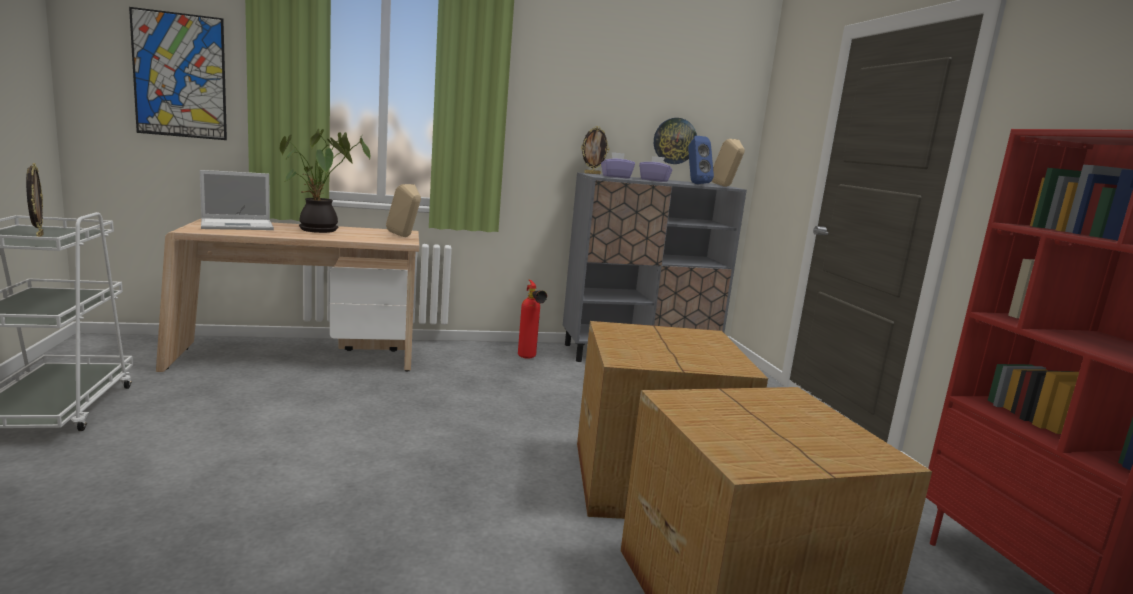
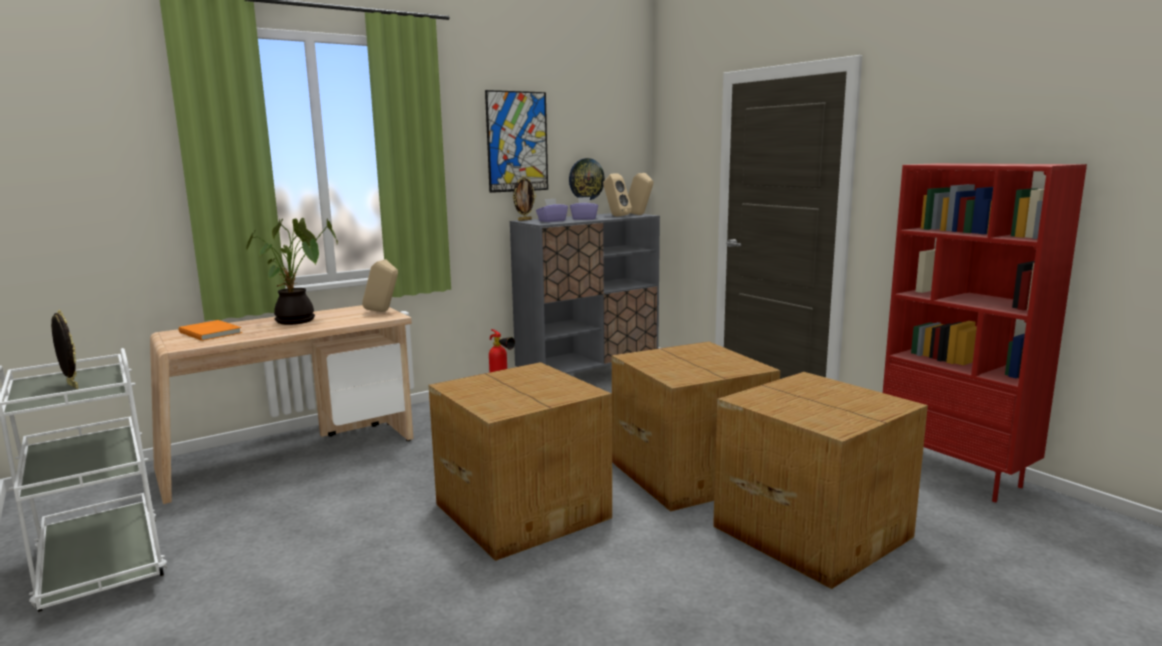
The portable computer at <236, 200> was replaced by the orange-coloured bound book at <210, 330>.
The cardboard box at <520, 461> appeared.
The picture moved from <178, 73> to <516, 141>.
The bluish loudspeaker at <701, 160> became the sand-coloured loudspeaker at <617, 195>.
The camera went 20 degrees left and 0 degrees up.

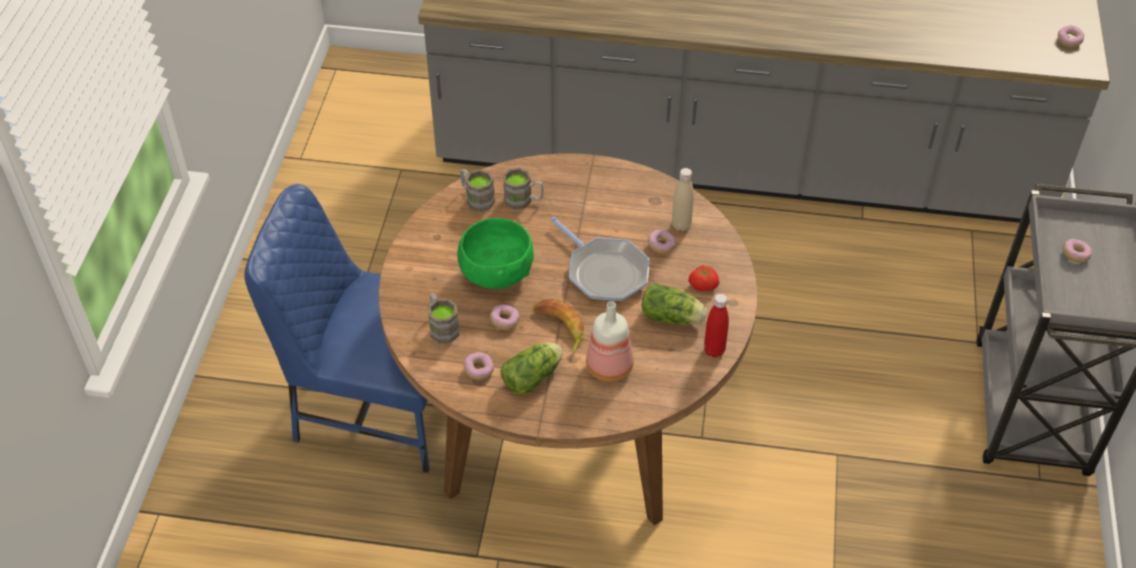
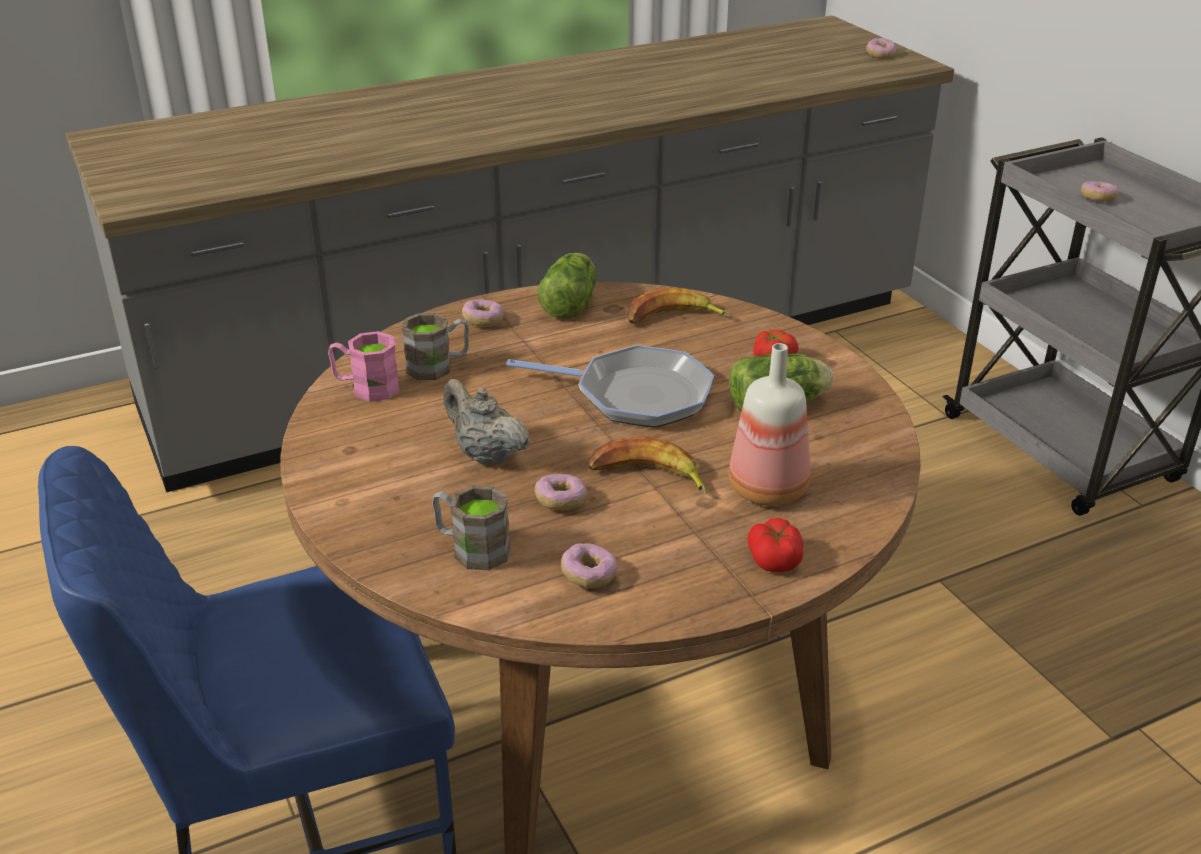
The brown tea mug at <477, 190> became the pinkish tea mug at <364, 366>.
The green-coloured serving bowl at <495, 253> was replaced by the sand-coloured teapot at <487, 422>.
The doughnut moved from <662, 242> to <483, 312>.
The lettuce head moved from <531, 368> to <566, 286>.
The sand-coloured bottle at <683, 199> was replaced by the banana fruit at <679, 306>.
The fresh tomato at <775, 545> appeared.
The red-coloured bottle at <716, 326> disappeared.
The camera went 35 degrees left and 15 degrees down.

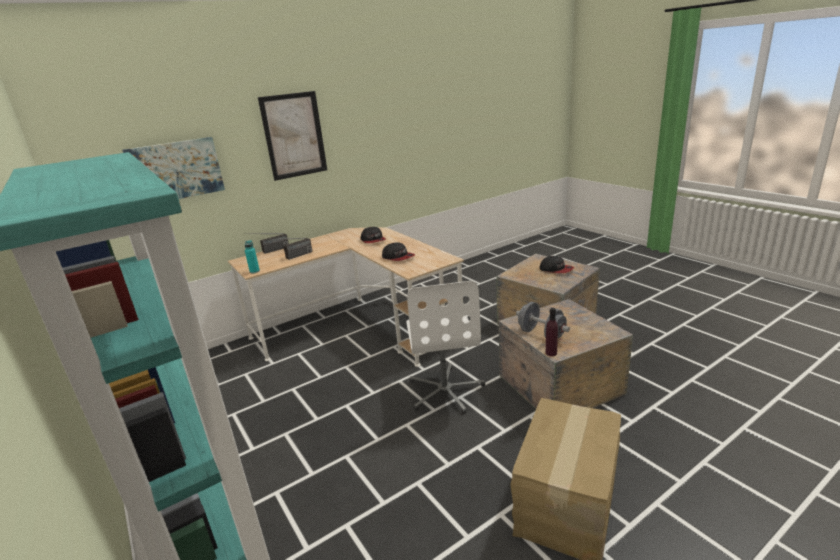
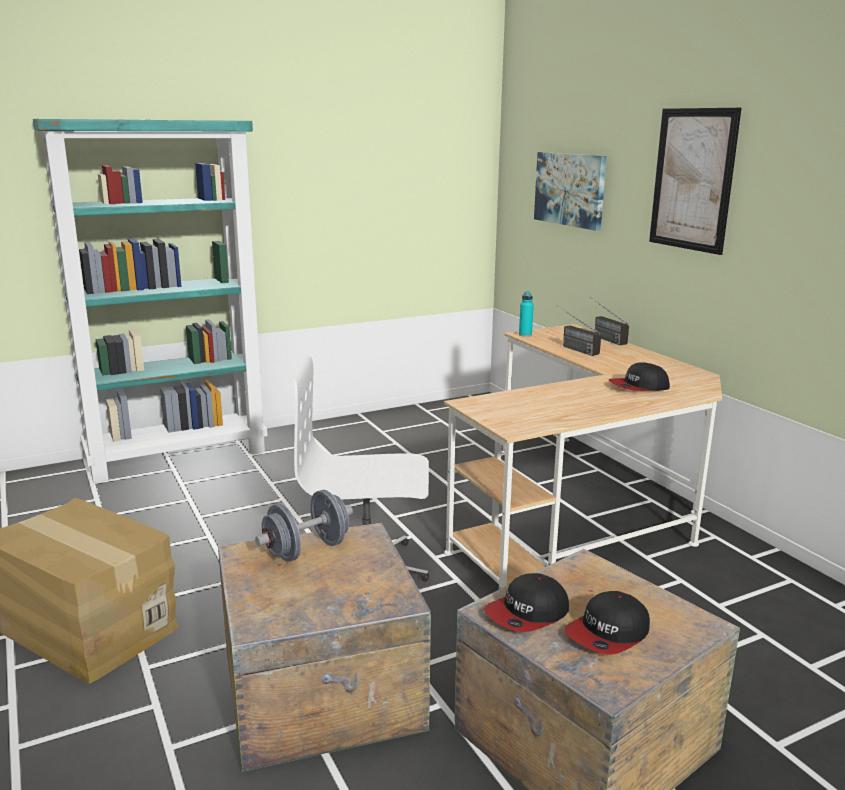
The peaked cap moved from <398, 251> to <526, 602>.
The purplish bottle at <552, 332> disappeared.
The camera went 95 degrees right and 5 degrees down.

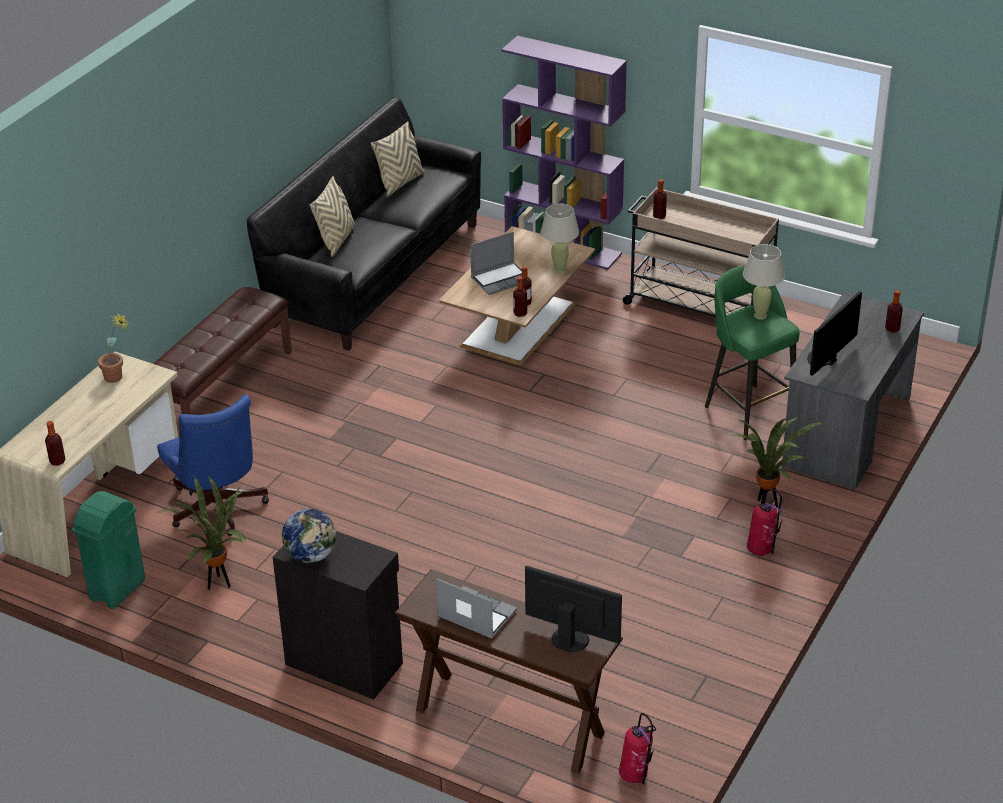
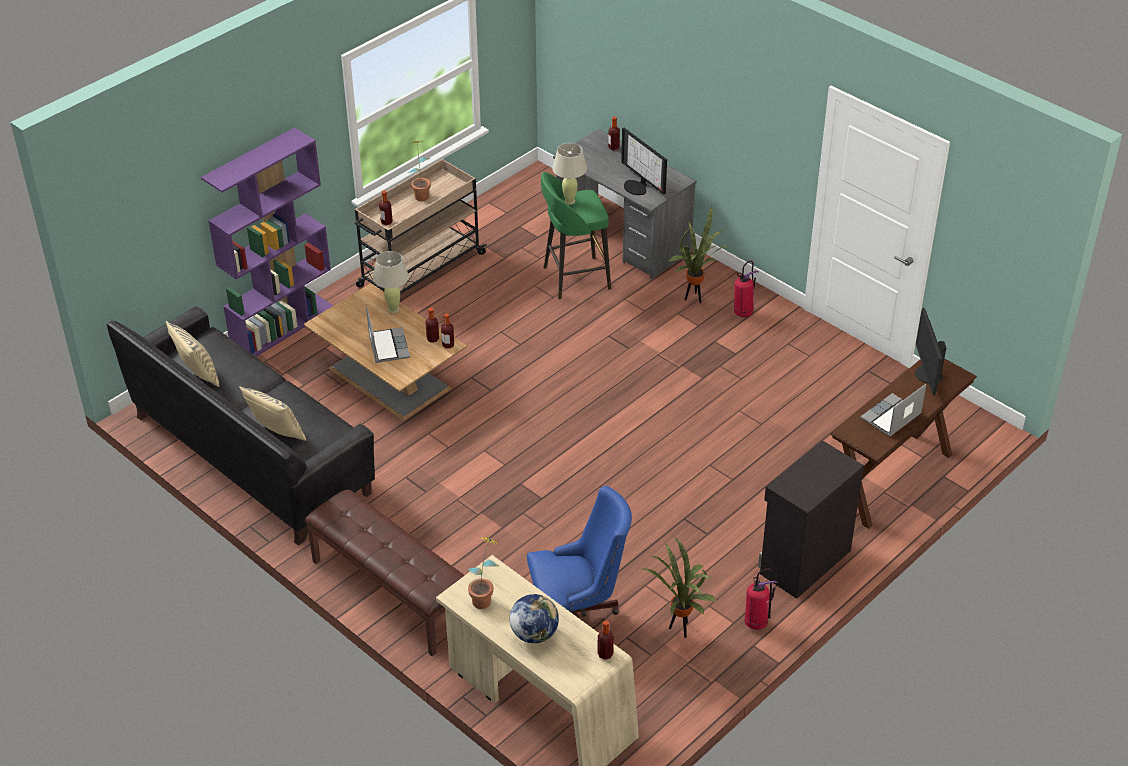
The plant in a pot at <419, 171> appeared.
The globe moved from <309, 536> to <534, 618>.
The extinguisher moved from <637, 748> to <761, 599>.
The computer screen at <573, 609> turned 45 degrees counterclockwise.
The green-coloured waste bin at <108, 550> disappeared.
The camera went 75 degrees left and 5 degrees up.

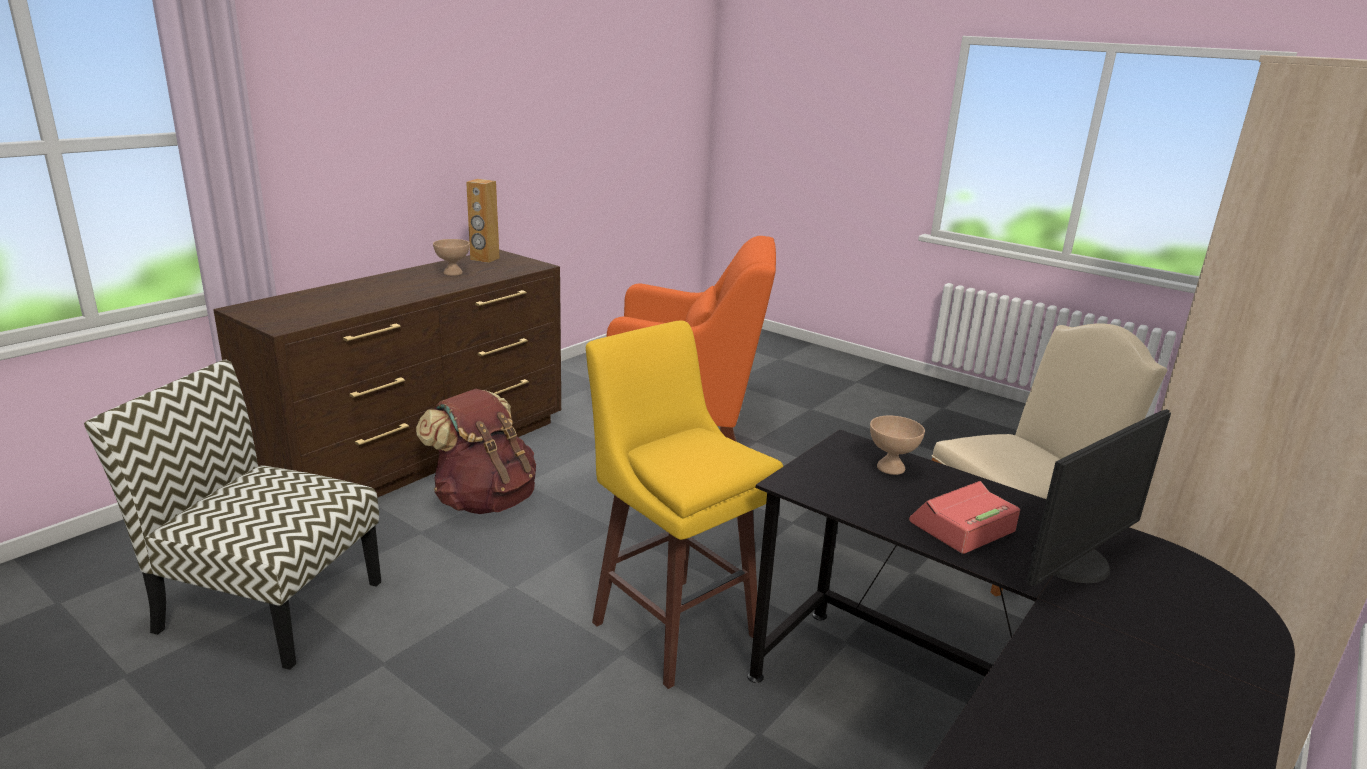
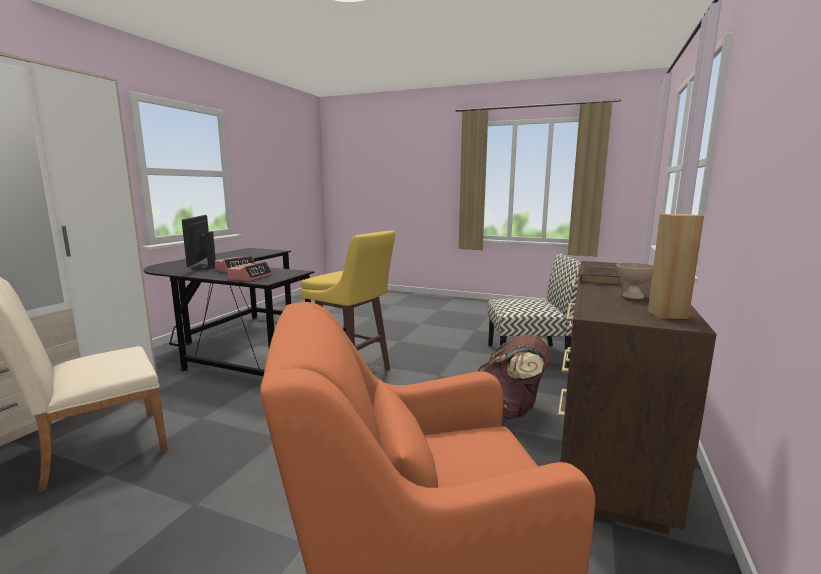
The computer screen at <1099, 497> turned 45 degrees counterclockwise.
The sand-coloured serving bowl at <897, 445> was replaced by the alarm clock at <250, 271>.
The brown bound book at <600, 276> appeared.
The camera went 165 degrees right and 10 degrees down.

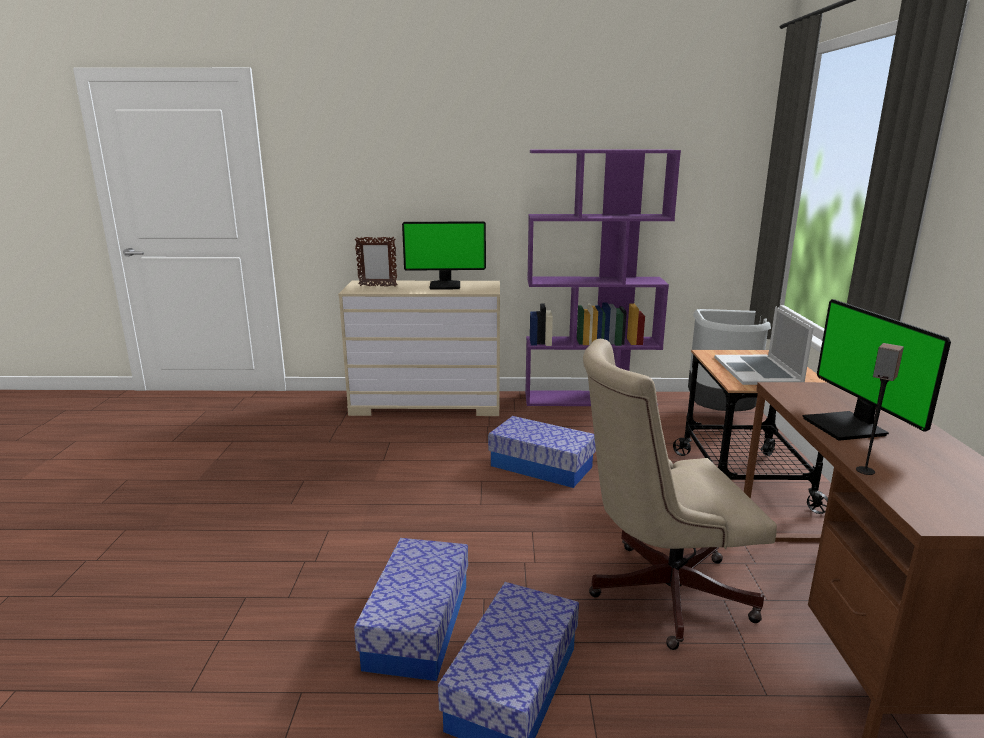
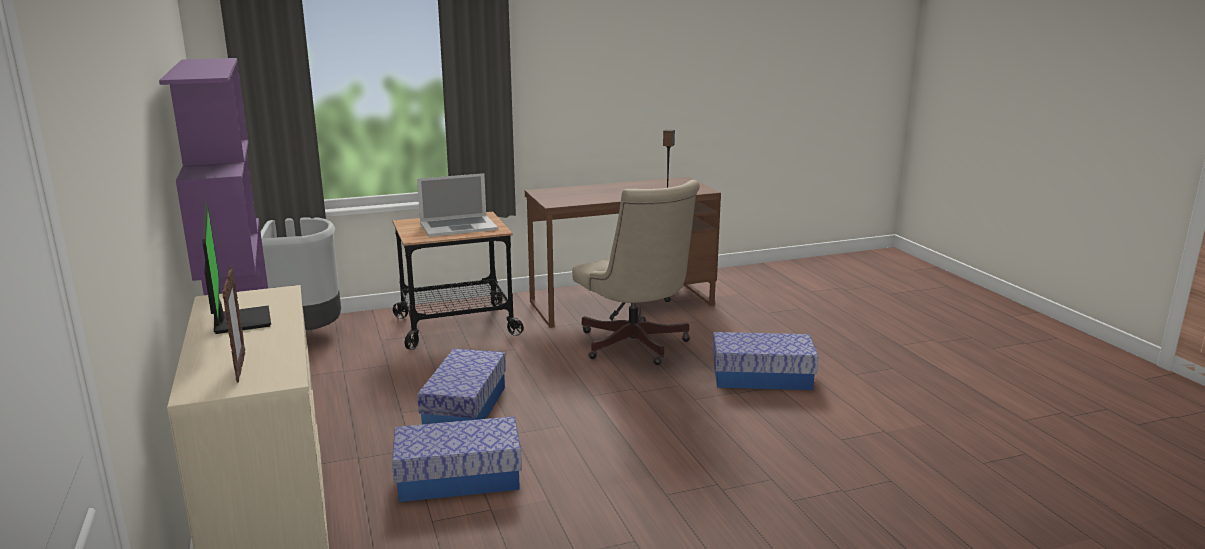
The storage bin moved from <411, 609> to <457, 459>.
The computer screen at <876, 370> disappeared.
The camera went 110 degrees left and 0 degrees up.

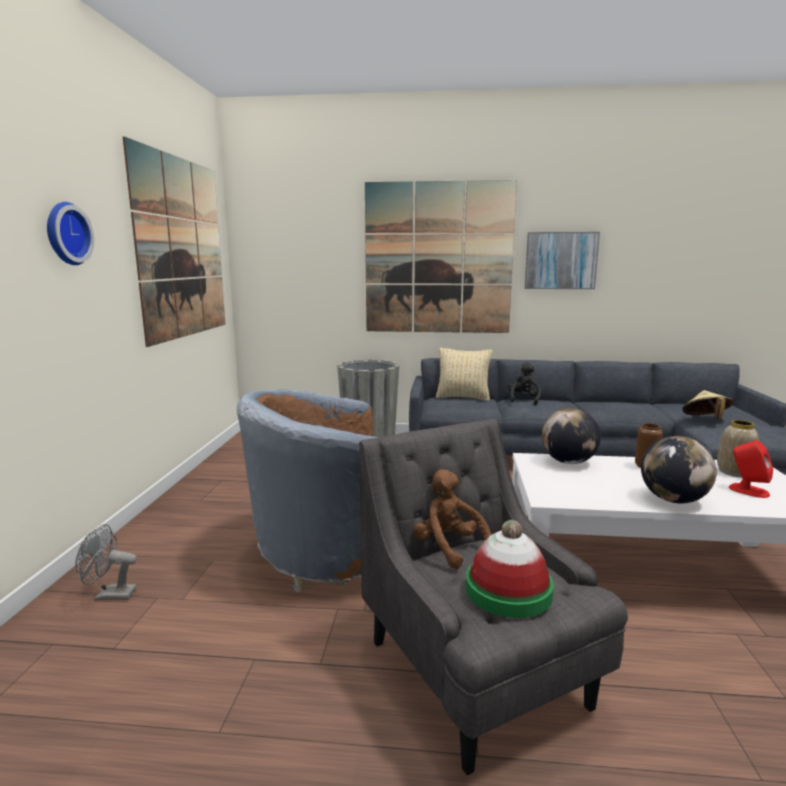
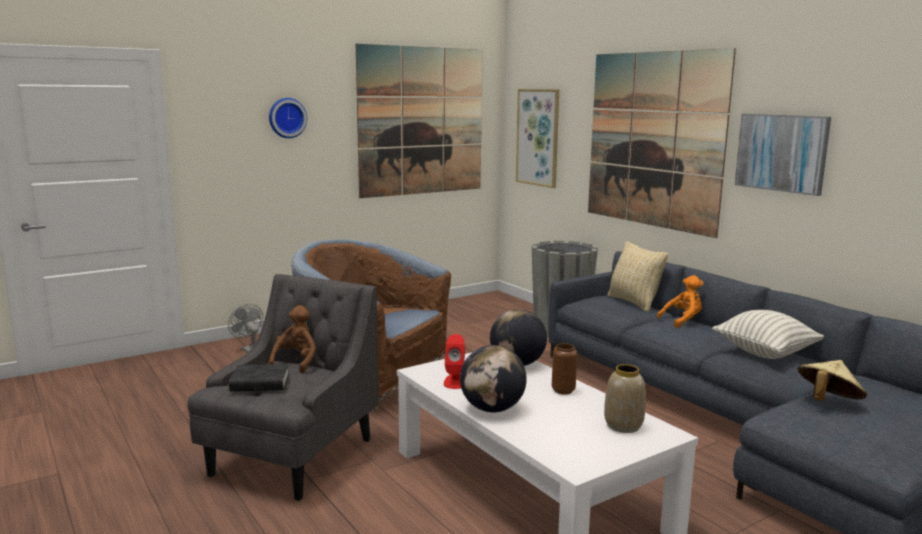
The hat at <510, 569> was replaced by the black bound book at <259, 378>.
The red-coloured loudspeaker moved from <751, 469> to <454, 361>.
The picture at <537, 138> appeared.
The black cuddly toy at <525, 383> became the orange-coloured cuddly toy at <680, 301>.
The pillow at <768, 334> appeared.
The camera went 50 degrees right and 0 degrees up.

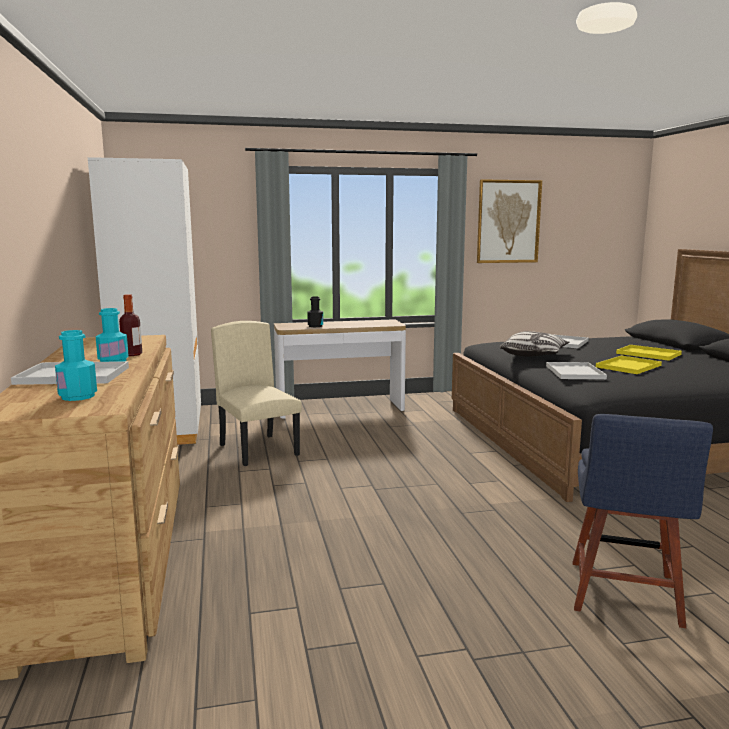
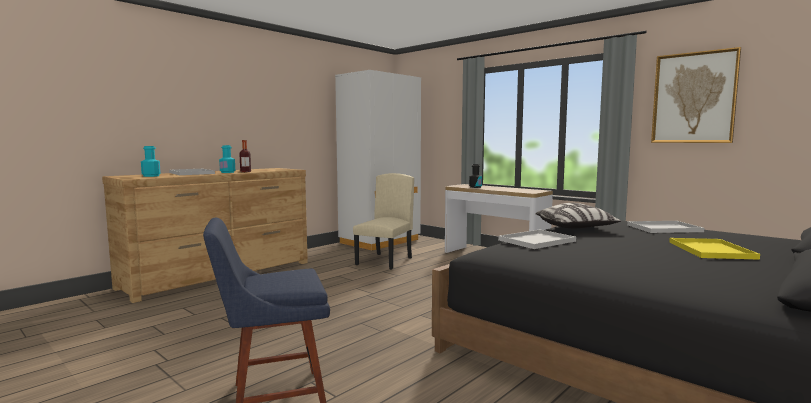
The yellow tray at <629, 364> disappeared.
The camera went 55 degrees right and 5 degrees down.

